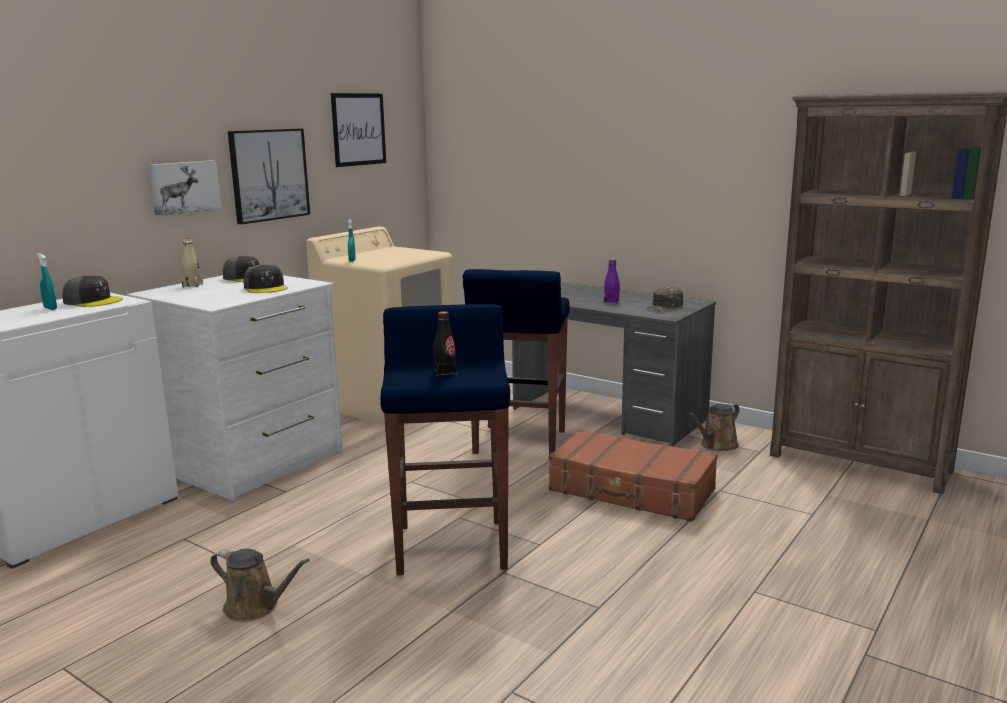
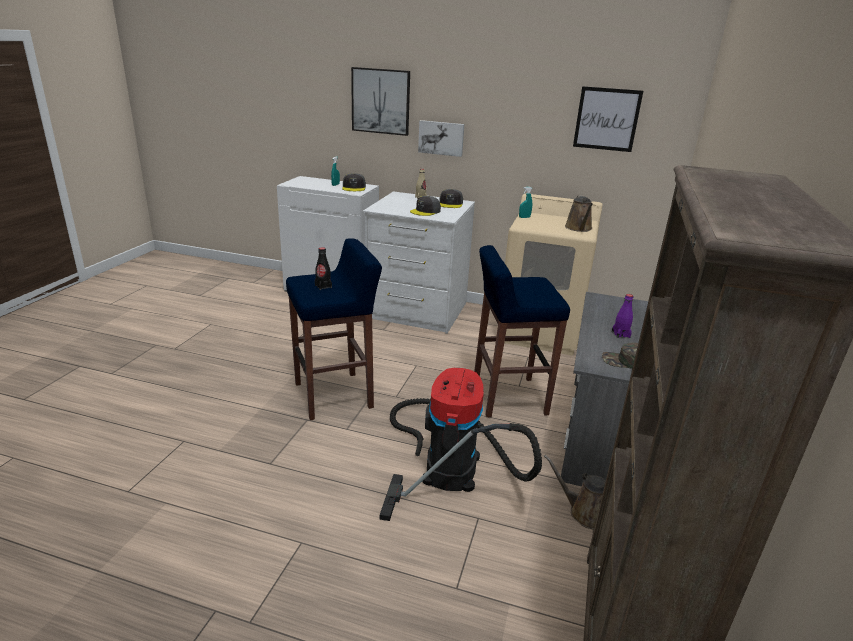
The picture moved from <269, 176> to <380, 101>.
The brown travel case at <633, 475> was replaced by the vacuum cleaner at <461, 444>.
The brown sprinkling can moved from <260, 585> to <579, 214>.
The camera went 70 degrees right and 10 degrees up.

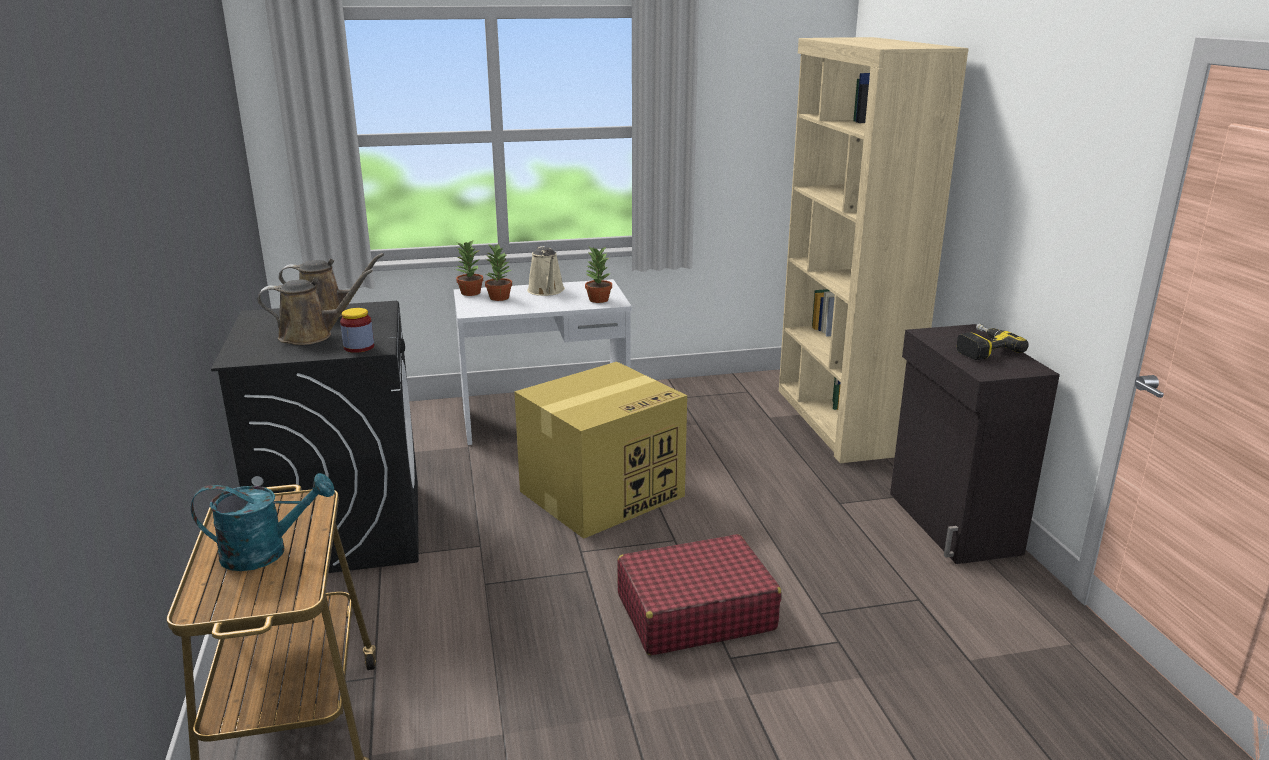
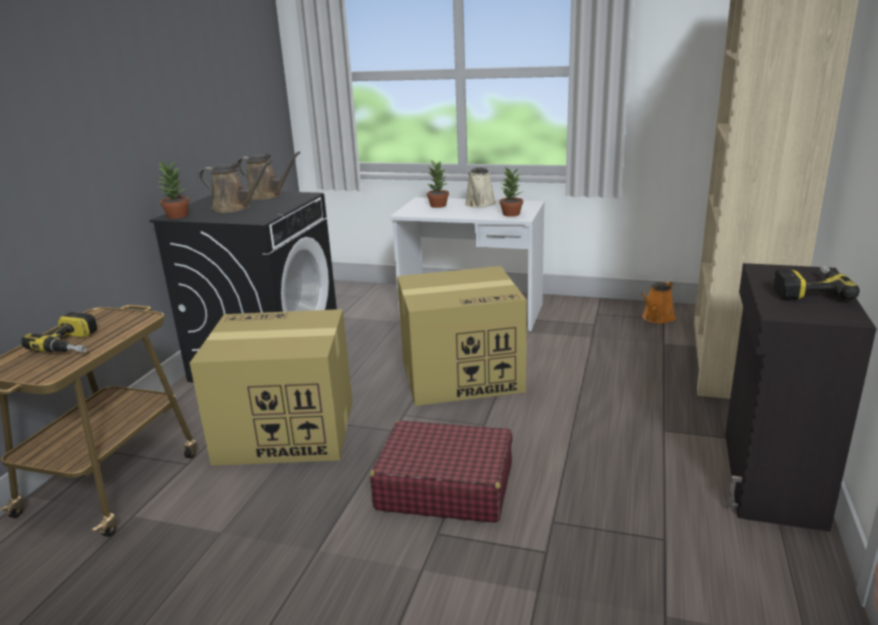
The turquoise-coloured sprinkling can at <263, 522> was replaced by the power drill at <59, 332>.
The plant in a pot moved from <469, 268> to <173, 190>.
The cardboard box at <271, 387> appeared.
The orange-coloured sprinkling can at <658, 302> appeared.
The storage jar at <357, 330> disappeared.
The camera went 30 degrees right and 0 degrees up.

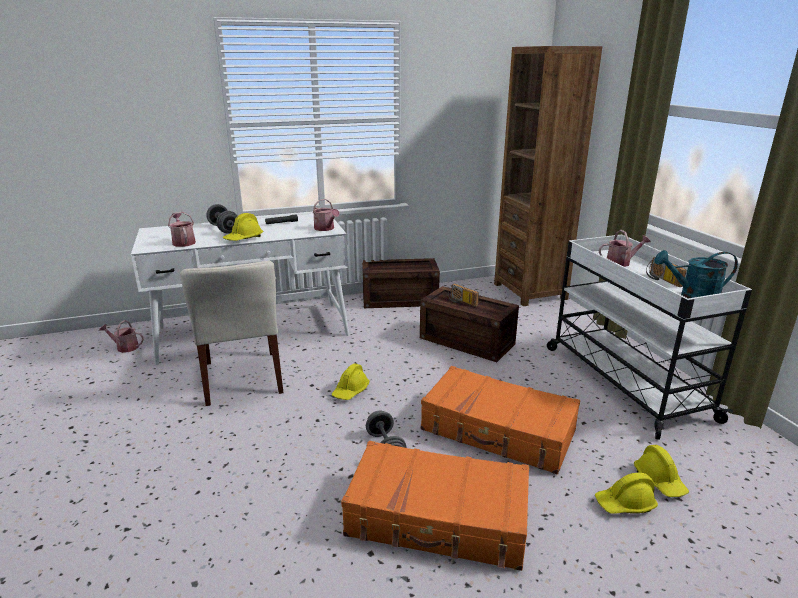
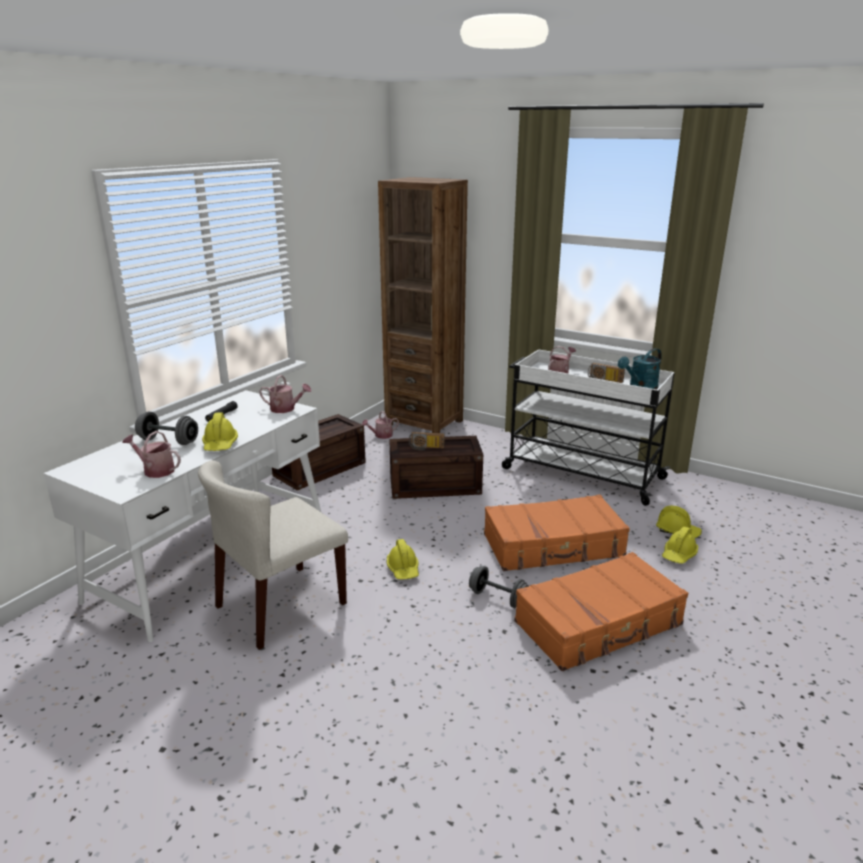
The sand-coloured upright chair at <232, 333> turned 105 degrees clockwise.
The sprinkling can moved from <121, 336> to <380, 425>.
The camera went 40 degrees left and 0 degrees up.

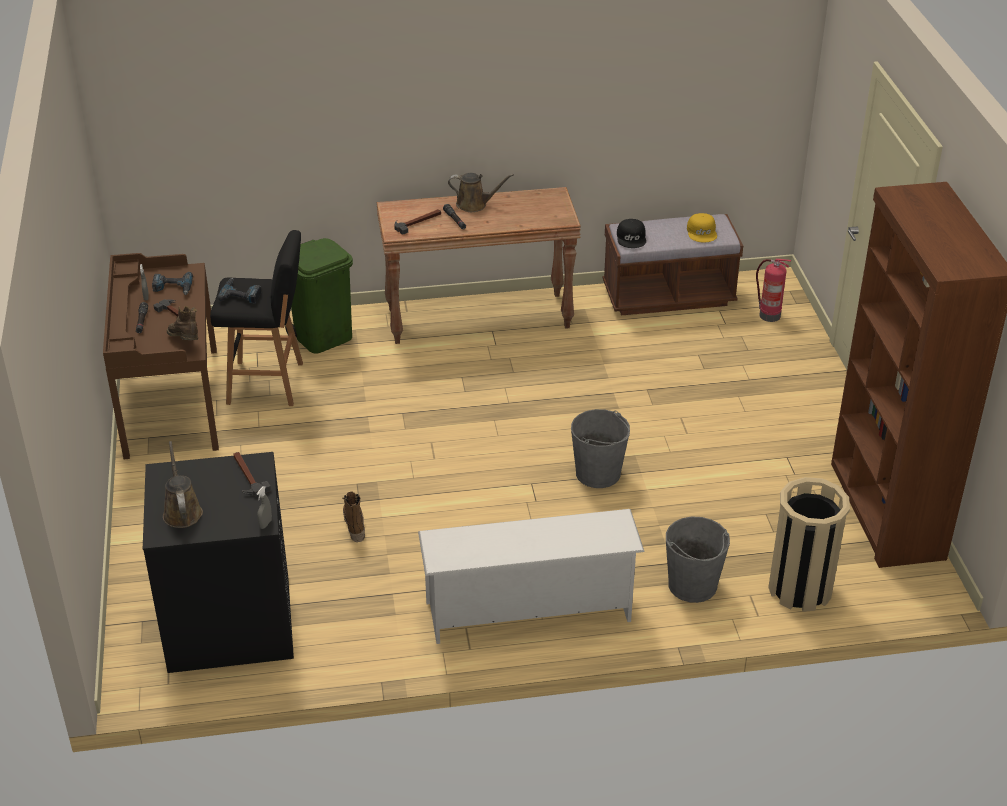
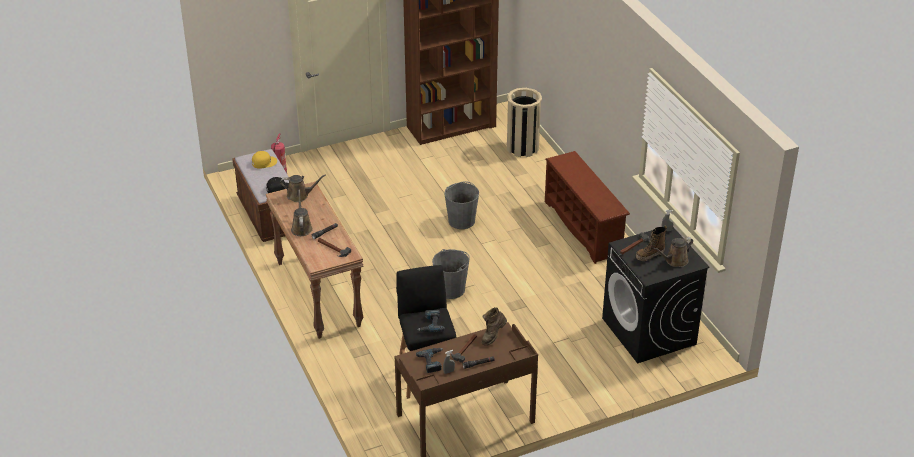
The brown sprinkling can at <303, 188> appeared.
The greyish bucket moved from <698, 560> to <451, 274>.
The white shoe rack at <531, 576> became the brown shoe rack at <587, 207>.
The boot moved from <353, 516> to <651, 243>.
The green-coloured waste bin at <319, 296> disappeared.
The camera went 105 degrees left and 0 degrees up.

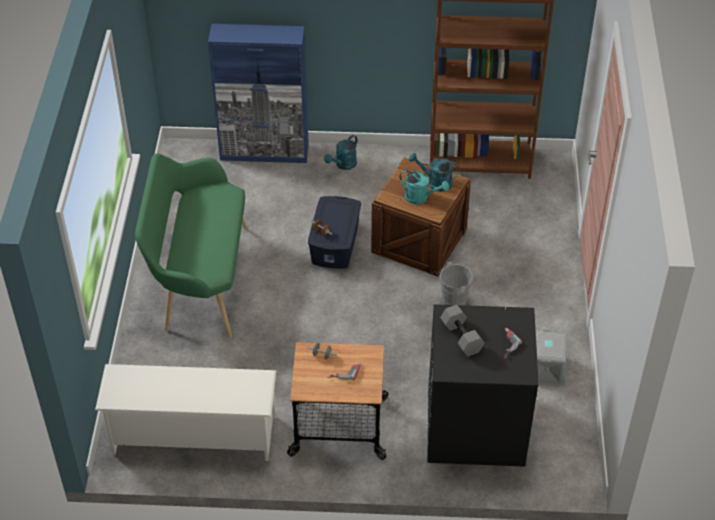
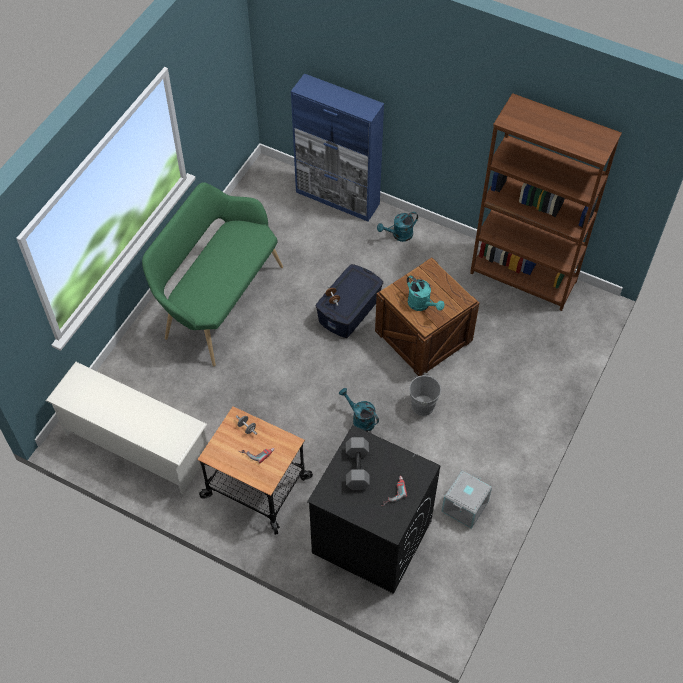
The turquoise-coloured sprinkling can moved from <434, 172> to <359, 410>.
The camera went 25 degrees right and 10 degrees up.

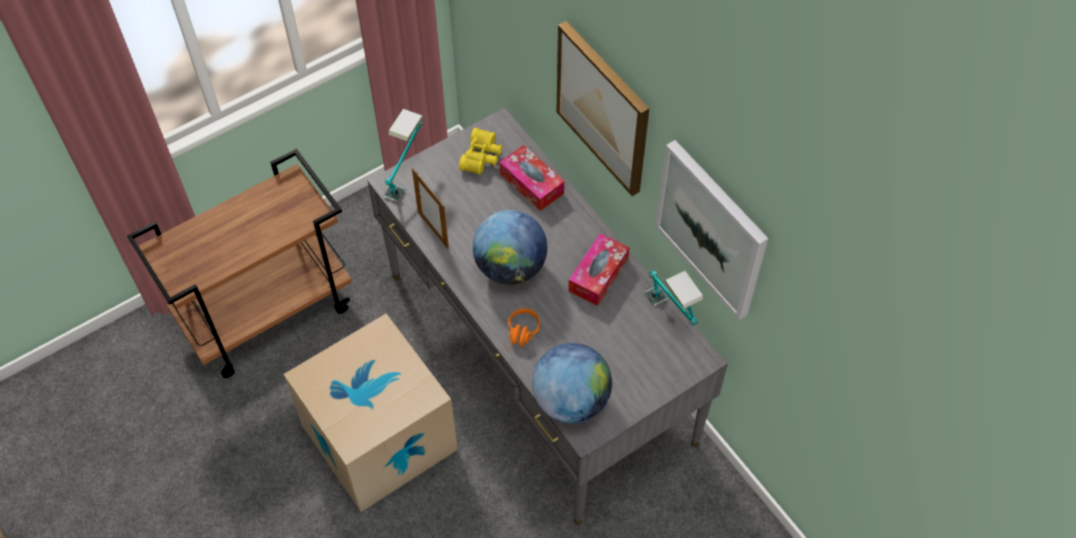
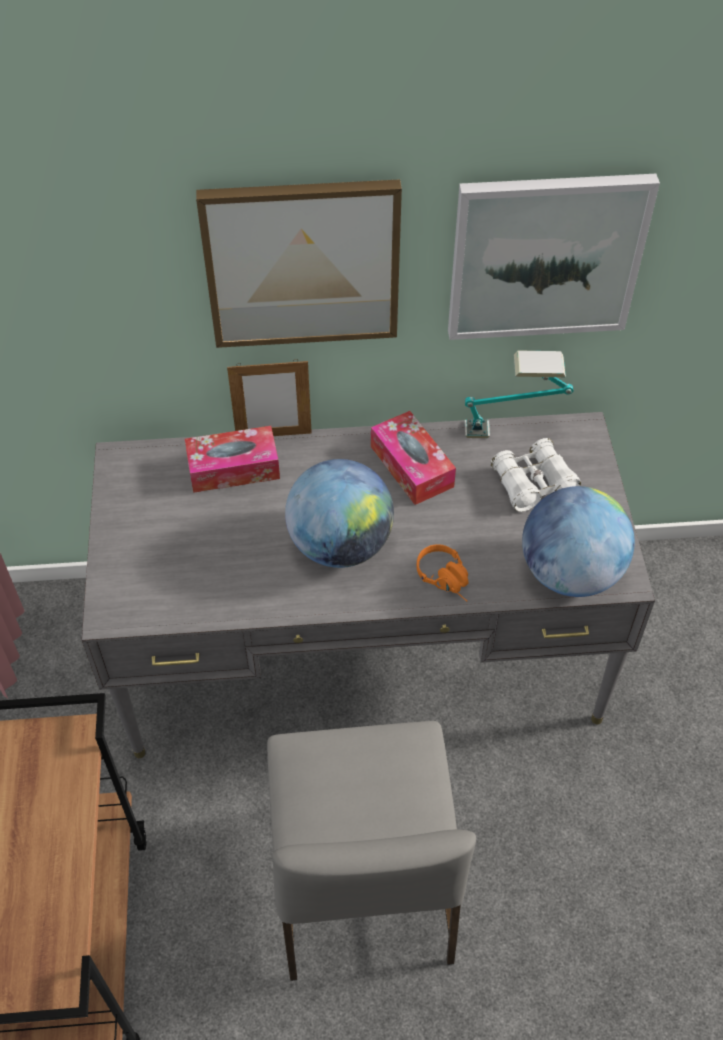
The photo frame moved from <430, 208> to <269, 397>.
The cardboard box at <371, 413> was replaced by the greyish upright chair at <371, 851>.
The white field glasses at <535, 475> appeared.
The table lamp at <403, 155> disappeared.
The yellow field glasses at <480, 151> disappeared.
The camera went 60 degrees left and 5 degrees down.

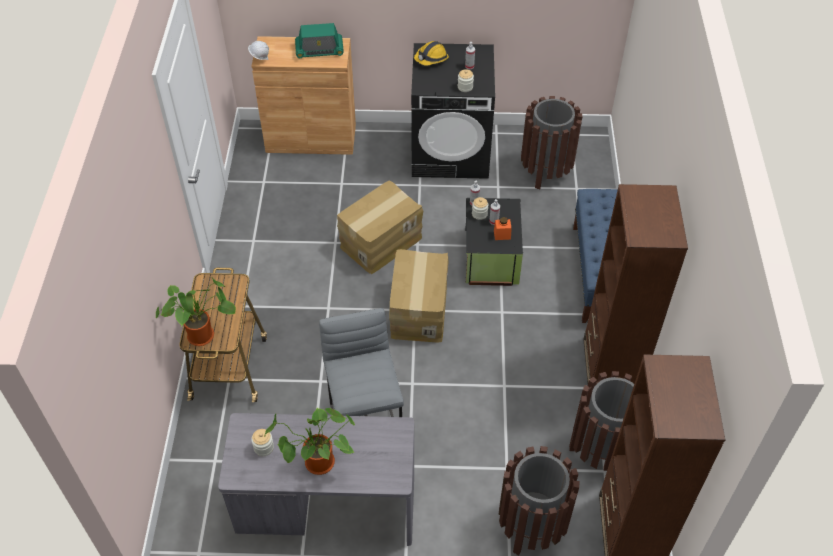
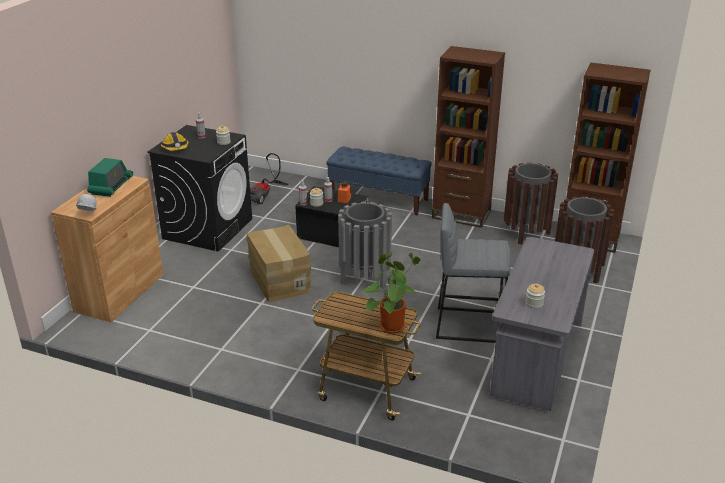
The brown waste bin at <551, 142> was replaced by the vacuum cleaner at <269, 179>.
The cardboard box at <418, 296> was replaced by the greyish waste bin at <365, 245>.
The plant in a pot at <309, 441> disappeared.
The camera went 70 degrees left and 20 degrees down.

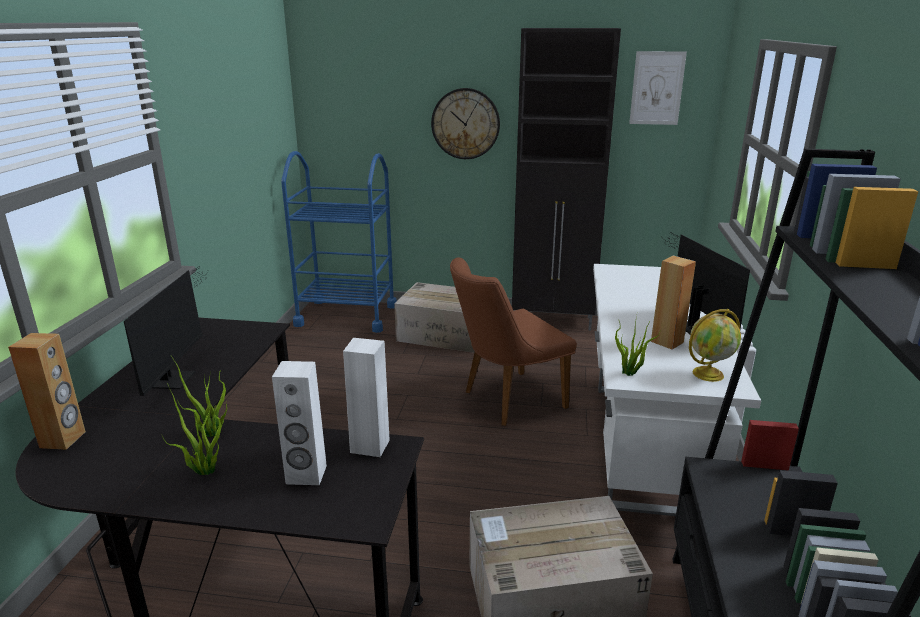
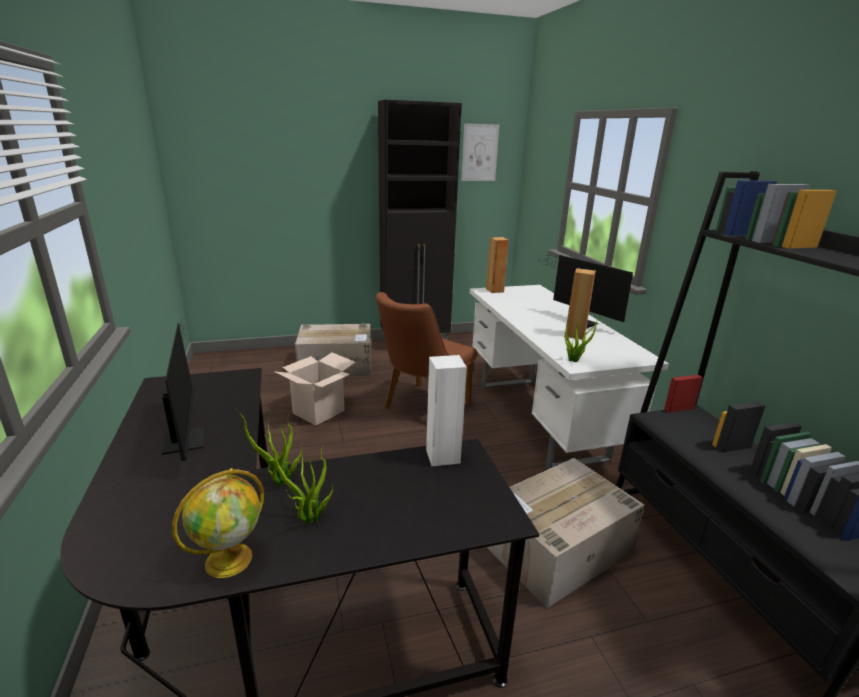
The globe moved from <715, 345> to <218, 523>.
The cardboard box at <315, 389> appeared.
The brown loudspeaker moved from <47, 391> to <497, 265>.
The white loudspeaker at <299, 423> disappeared.
The bluish trolley at <339, 242> disappeared.
The clock on the wall at <465, 123> disappeared.
The camera went 25 degrees left and 0 degrees up.

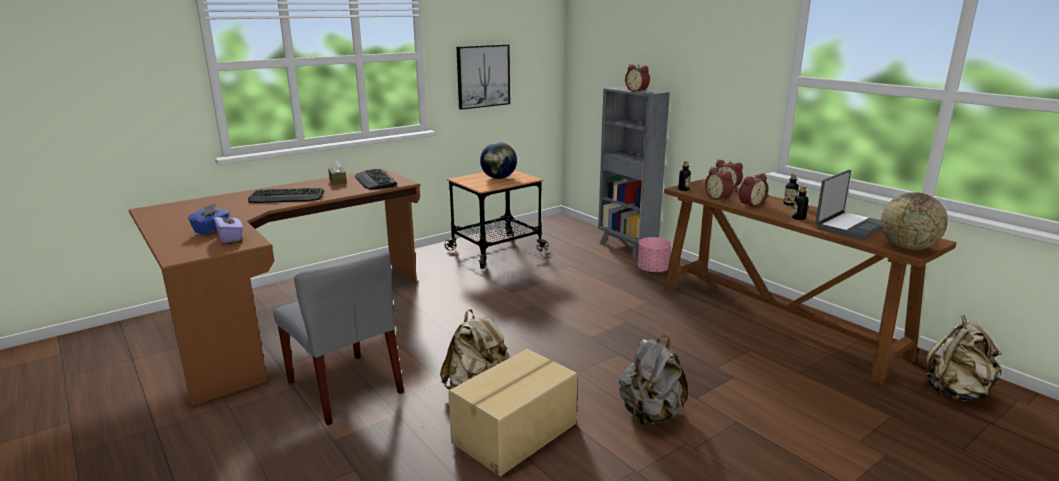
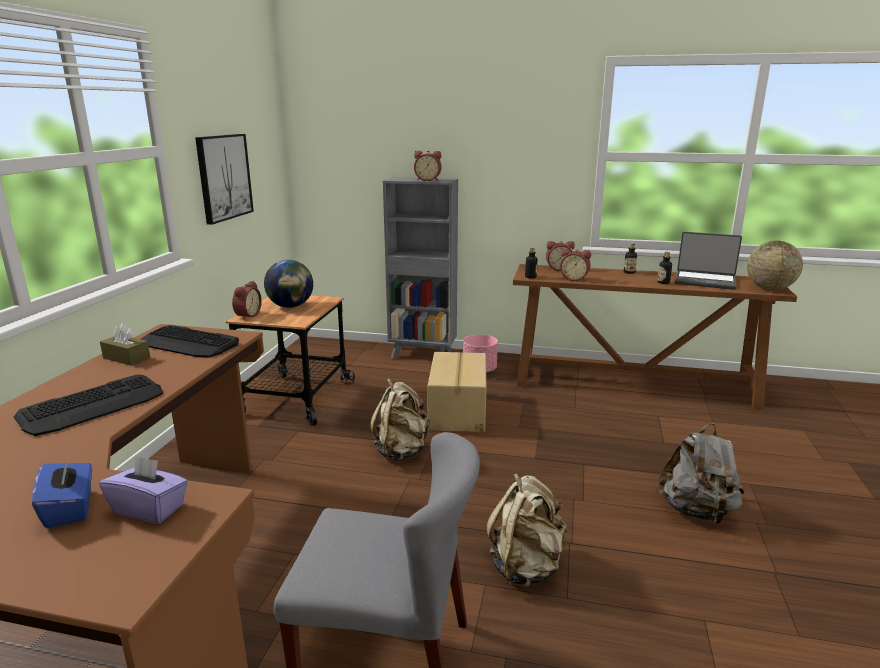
The alarm clock moved from <753, 190> to <247, 300>.
The sand-coloured rucksack moved from <964, 358> to <400, 419>.
The cardboard box moved from <513, 412> to <456, 392>.
The portable computer at <848, 205> turned 105 degrees clockwise.
The camera went 40 degrees left and 0 degrees up.

